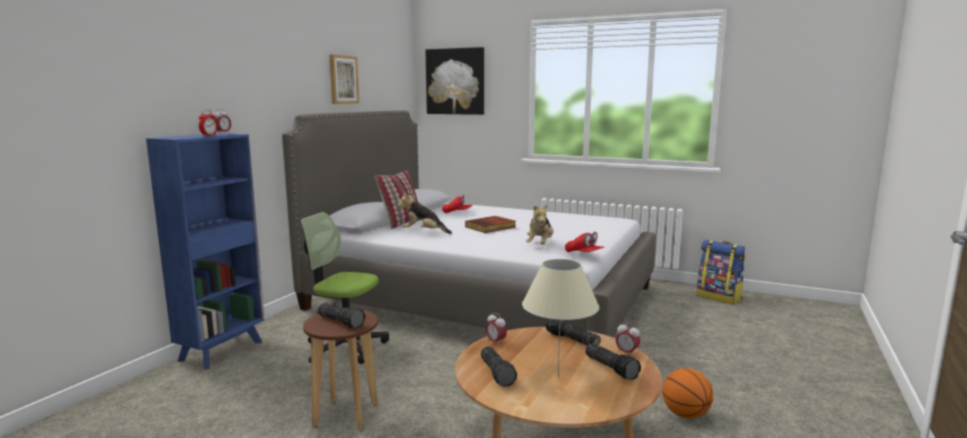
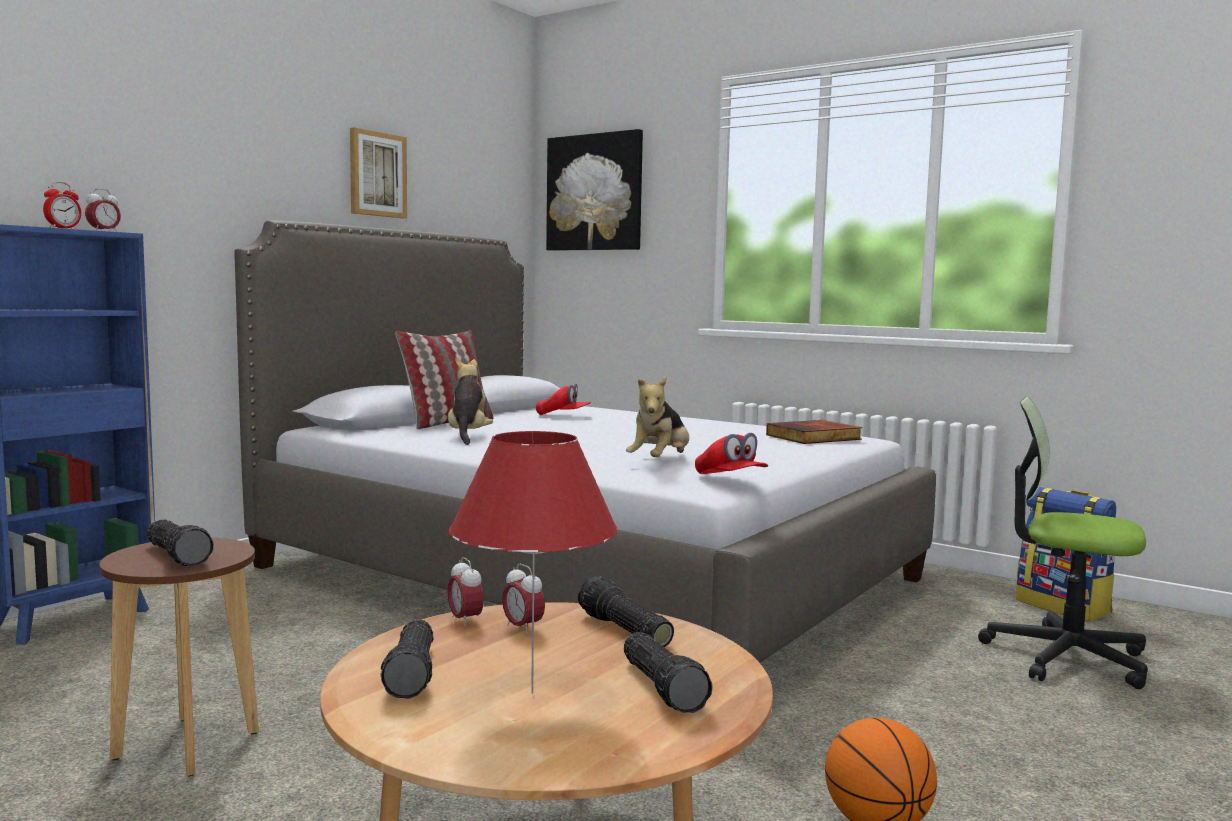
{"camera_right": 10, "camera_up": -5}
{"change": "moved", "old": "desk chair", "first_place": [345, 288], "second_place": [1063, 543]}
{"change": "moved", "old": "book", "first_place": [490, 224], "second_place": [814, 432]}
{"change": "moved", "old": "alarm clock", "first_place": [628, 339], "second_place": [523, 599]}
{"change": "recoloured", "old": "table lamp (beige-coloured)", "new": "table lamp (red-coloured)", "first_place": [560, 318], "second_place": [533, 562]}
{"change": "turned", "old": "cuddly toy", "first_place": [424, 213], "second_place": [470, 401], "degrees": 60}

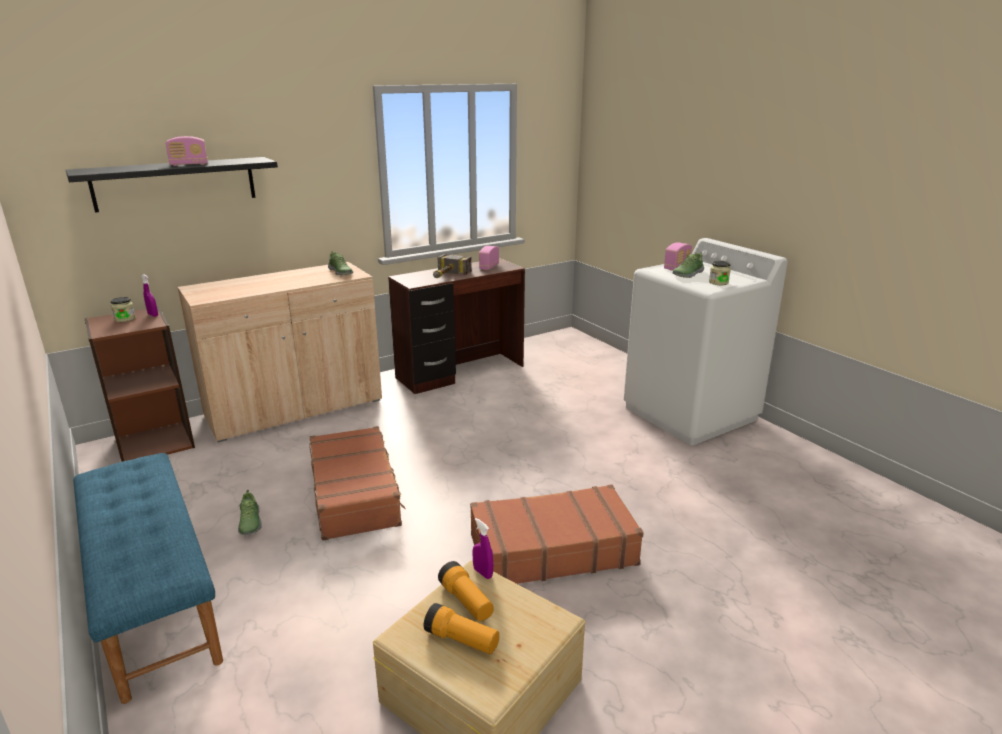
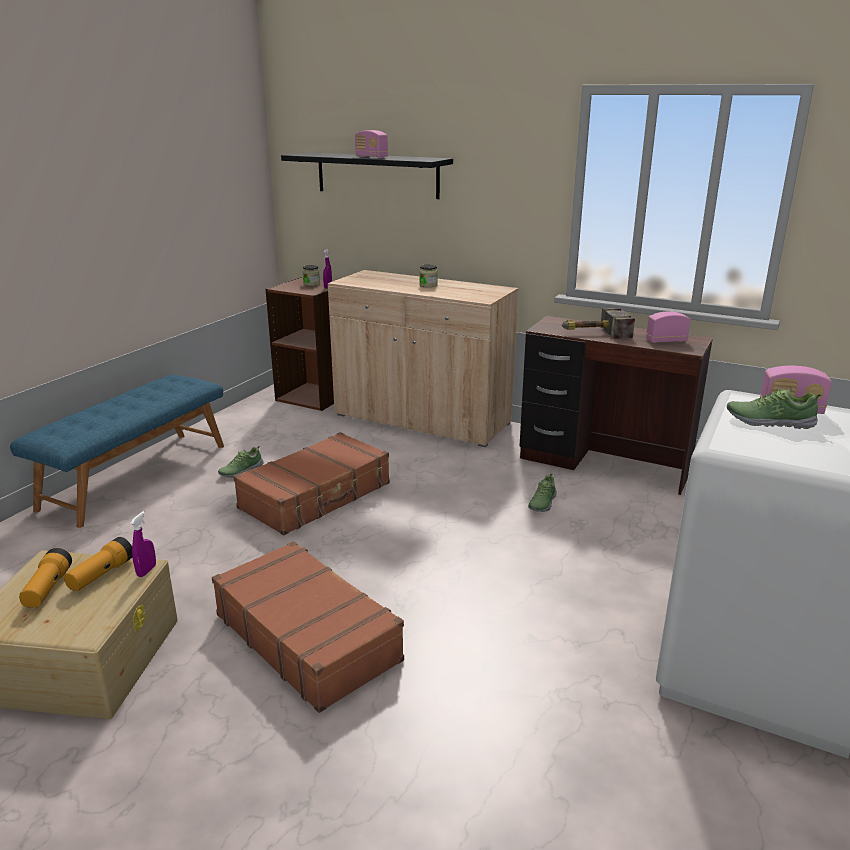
{"camera_right": 60, "camera_up": 0}
{"change": "moved", "old": "low shoe", "first_place": [340, 263], "second_place": [542, 493]}
{"change": "moved", "old": "jar", "first_place": [720, 273], "second_place": [428, 276]}

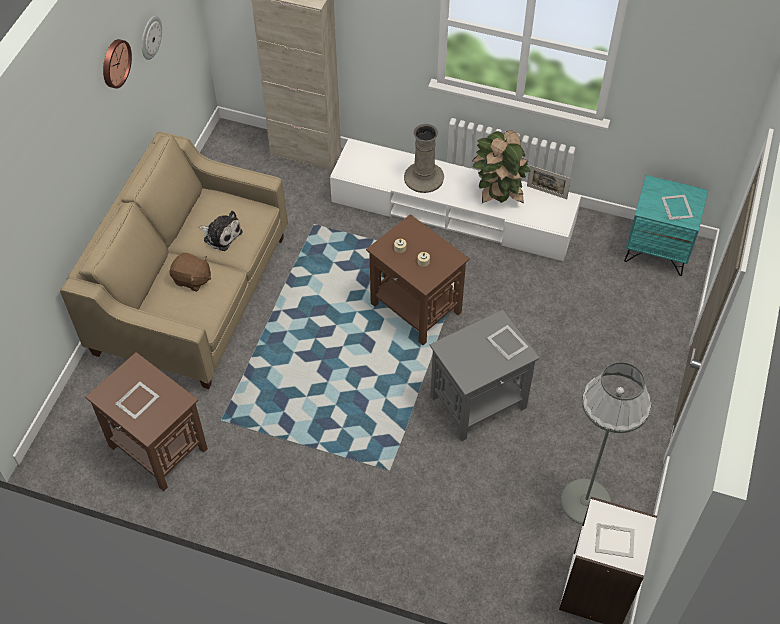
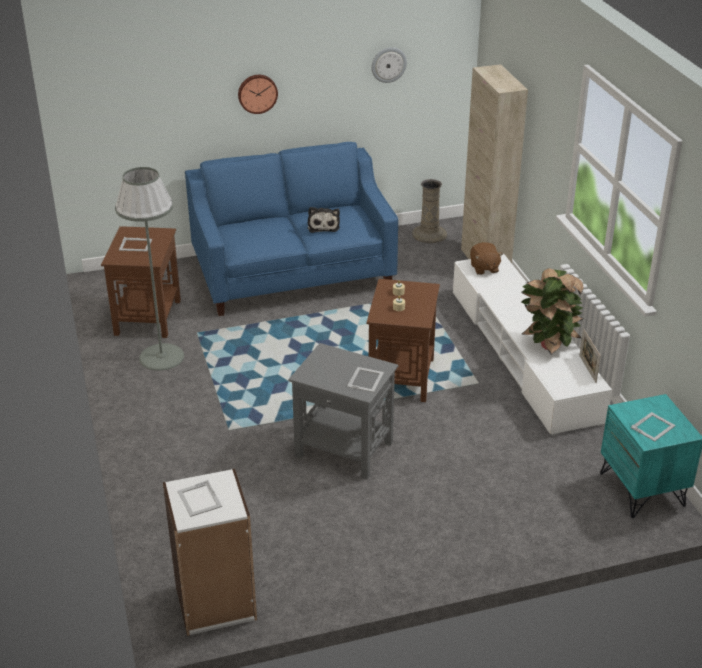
{"camera_right": 55, "camera_up": -20}
{"change": "moved", "old": "hanging clock", "first_place": [117, 64], "second_place": [258, 94]}
{"change": "moved", "old": "cuddly toy (brown-coloured)", "first_place": [190, 272], "second_place": [486, 258]}
{"change": "moved", "old": "decorative vase (beige-coloured)", "first_place": [424, 158], "second_place": [429, 211]}
{"change": "moved", "old": "floor lamp (greyish)", "first_place": [606, 443], "second_place": [149, 269]}
{"change": "recoloured", "old": "couch (beige-coloured)", "new": "couch (blue)", "first_place": [174, 260], "second_place": [291, 229]}

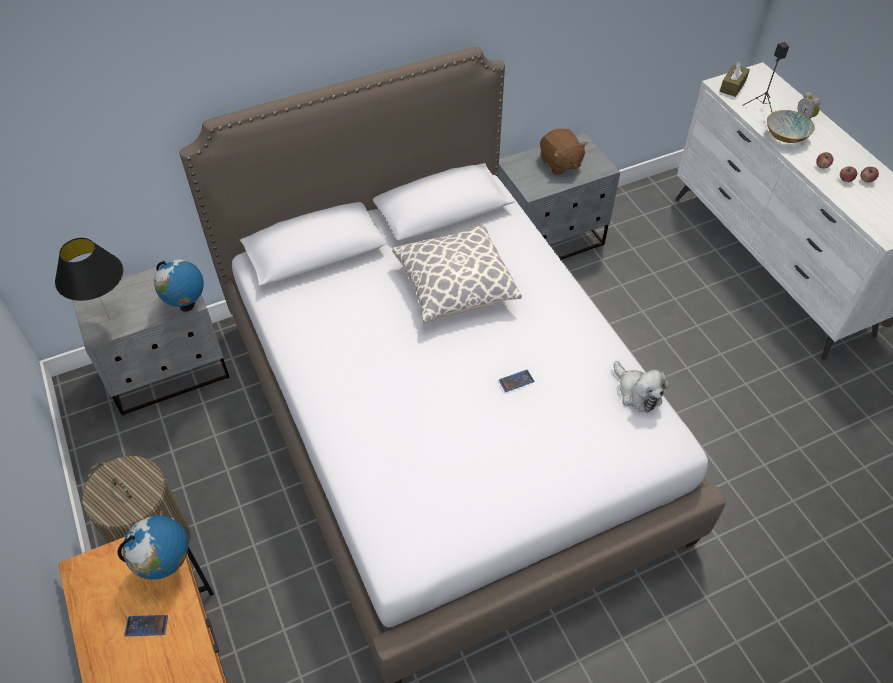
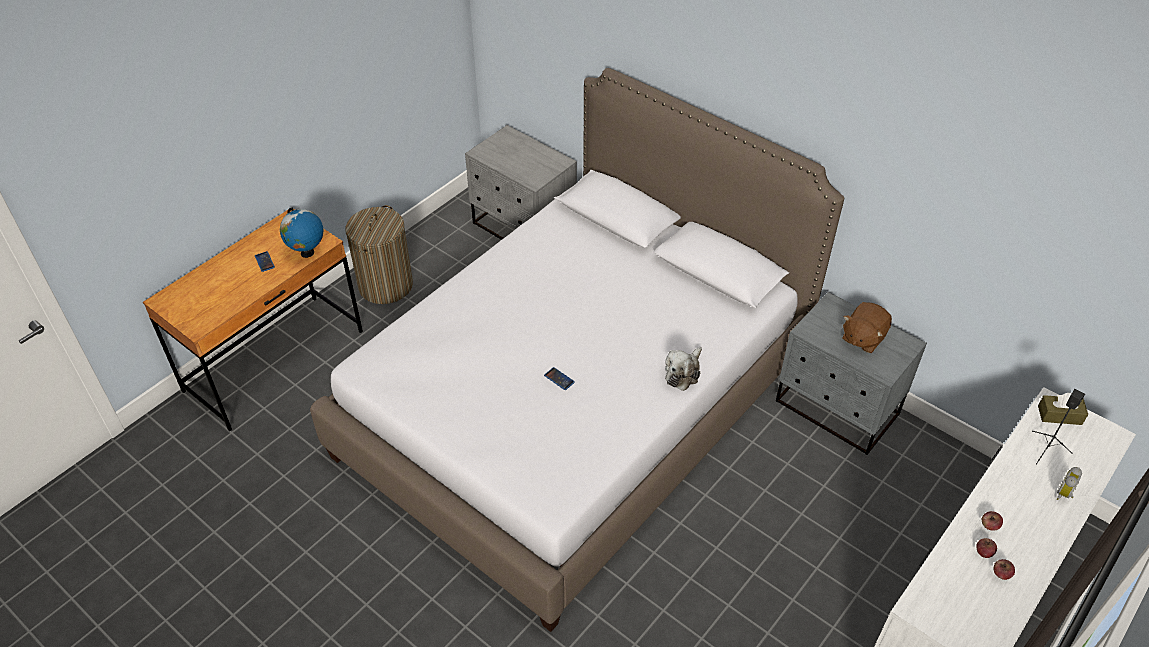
{"camera_right": 65, "camera_up": -5}
{"change": "removed", "old": "table lamp (blackish)", "first_place": [89, 279]}
{"change": "removed", "old": "globe", "first_place": [179, 285]}
{"change": "removed", "old": "cushion", "first_place": [457, 274]}
{"change": "removed", "old": "serving bowl", "first_place": [791, 126]}
{"change": "moved", "old": "cuddly toy", "first_place": [641, 387], "second_place": [683, 369]}

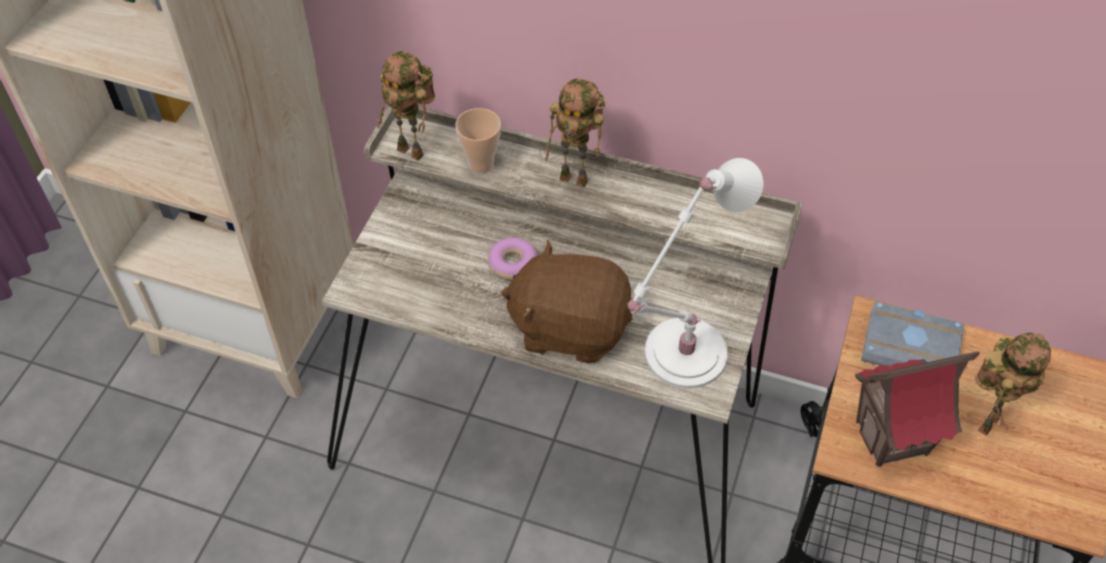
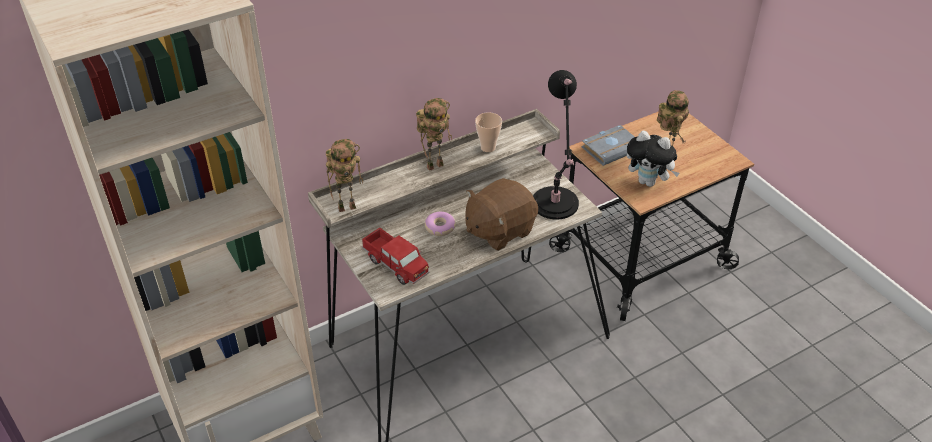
{"camera_right": -50, "camera_up": -10}
{"change": "added", "new": "model truck", "second_place": [395, 256]}
{"change": "moved", "old": "drinking cup", "first_place": [478, 140], "second_place": [488, 132]}
{"change": "replaced", "old": "model house", "new": "cuddly toy", "first_place": [917, 409], "second_place": [653, 159]}
{"change": "recoloured", "old": "table lamp (whitish)", "new": "table lamp (blackish)", "first_place": [695, 273], "second_place": [556, 145]}

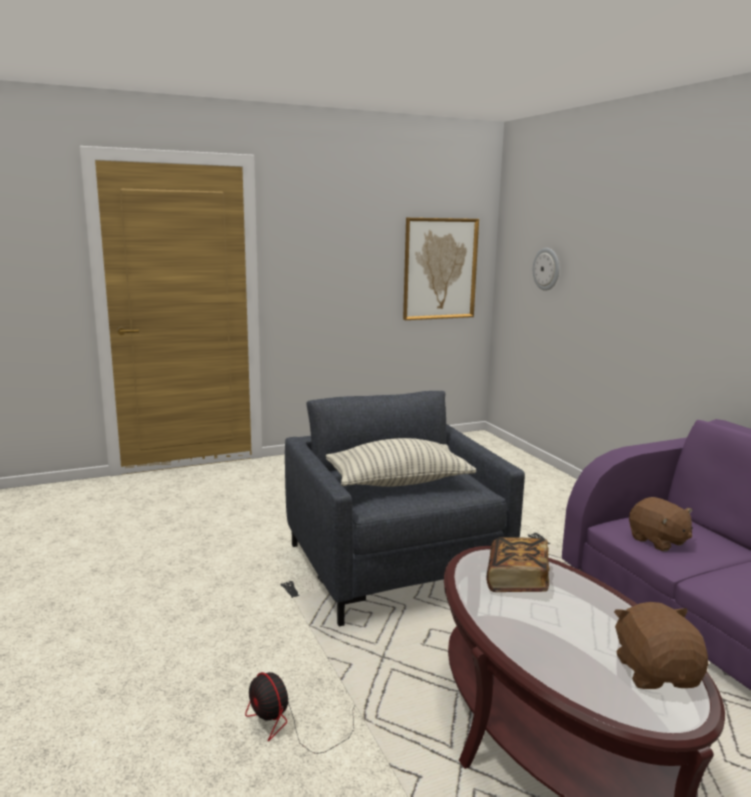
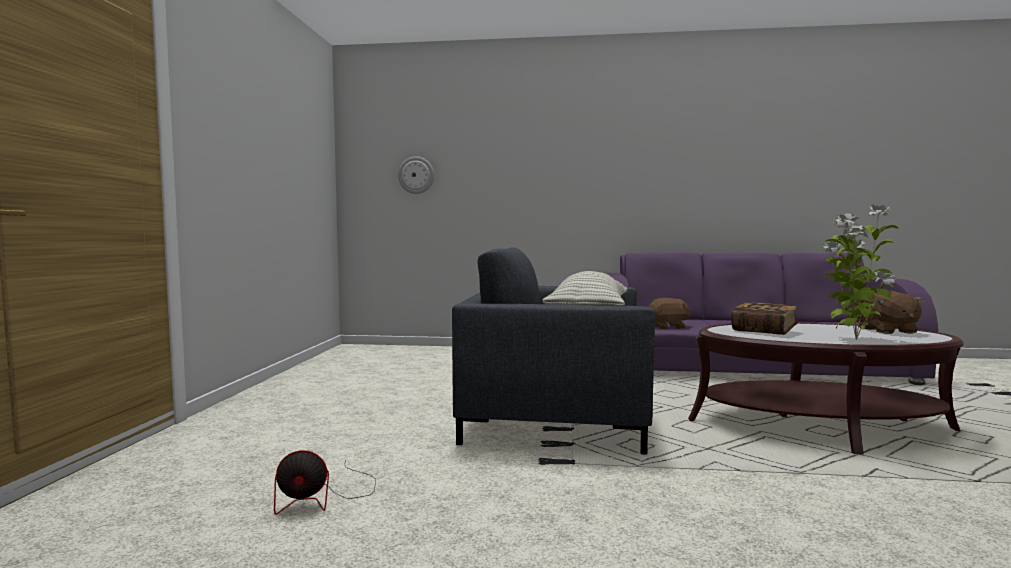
{"camera_right": -60, "camera_up": -10}
{"change": "removed", "old": "picture", "first_place": [441, 269]}
{"change": "added", "new": "houseplant", "second_place": [860, 272]}
{"change": "moved", "old": "cooling fan", "first_place": [300, 713], "second_place": [325, 482]}
{"change": "turned", "old": "cuddly toy (brown-coloured)", "first_place": [661, 645], "second_place": [890, 312], "degrees": -120}

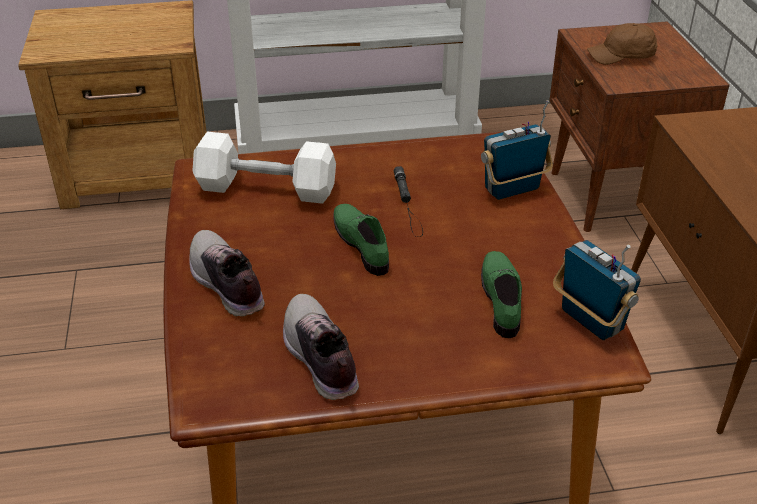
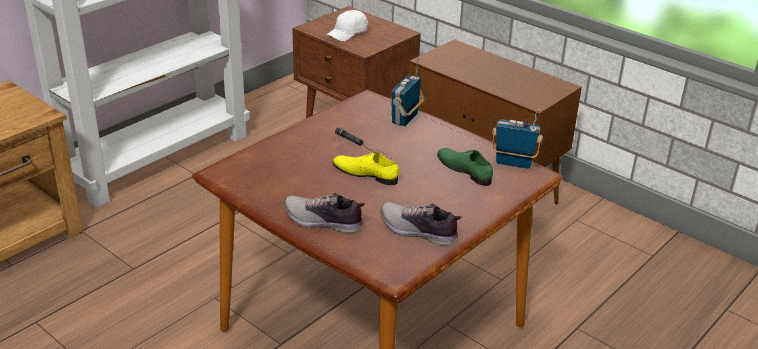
{"camera_right": -40, "camera_up": -5}
{"change": "removed", "old": "free weight (whitish)", "first_place": [264, 168]}
{"change": "recoloured", "old": "low shoe (greenish)", "new": "low shoe (yellow)", "first_place": [361, 240], "second_place": [365, 168]}
{"change": "recoloured", "old": "cap (brown-coloured)", "new": "cap (whitish)", "first_place": [622, 44], "second_place": [347, 26]}

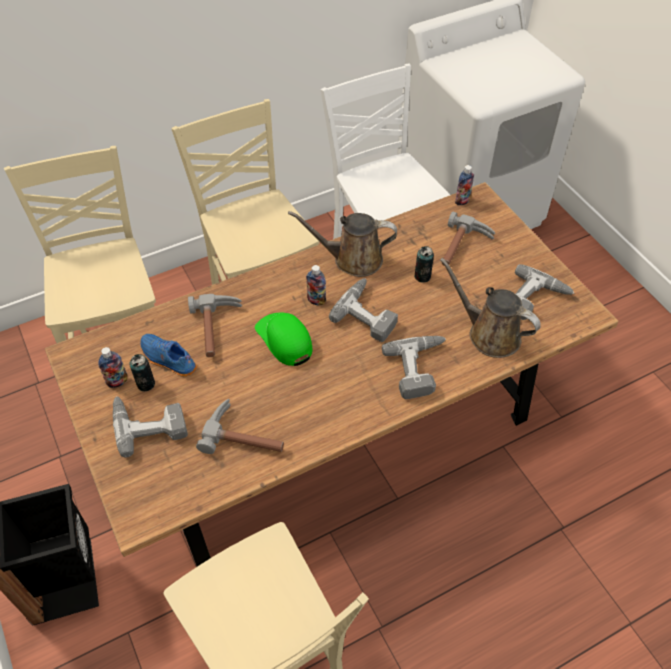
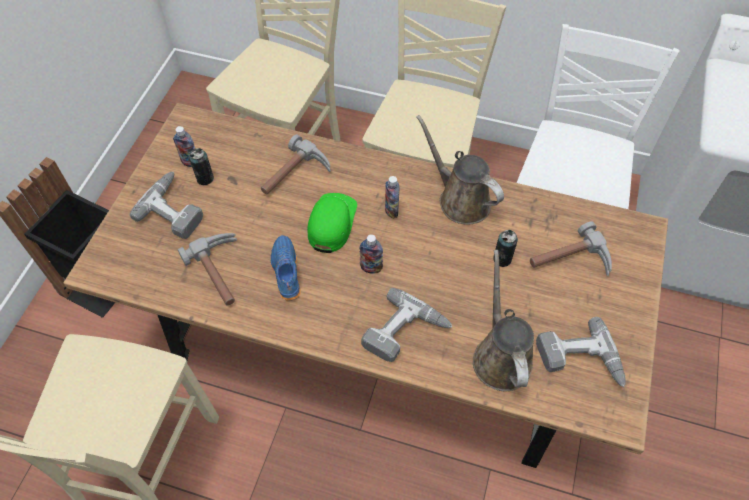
{"camera_right": 45, "camera_up": 5}
{"change": "removed", "old": "electric drill", "first_place": [363, 310]}
{"change": "moved", "old": "low shoe (blue)", "first_place": [168, 355], "second_place": [286, 268]}
{"change": "moved", "old": "bottle", "first_place": [464, 185], "second_place": [371, 254]}

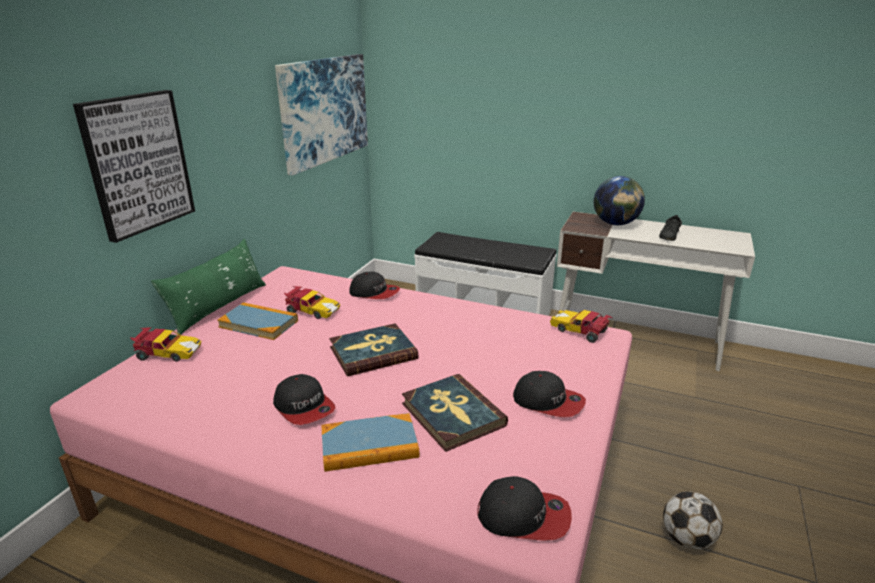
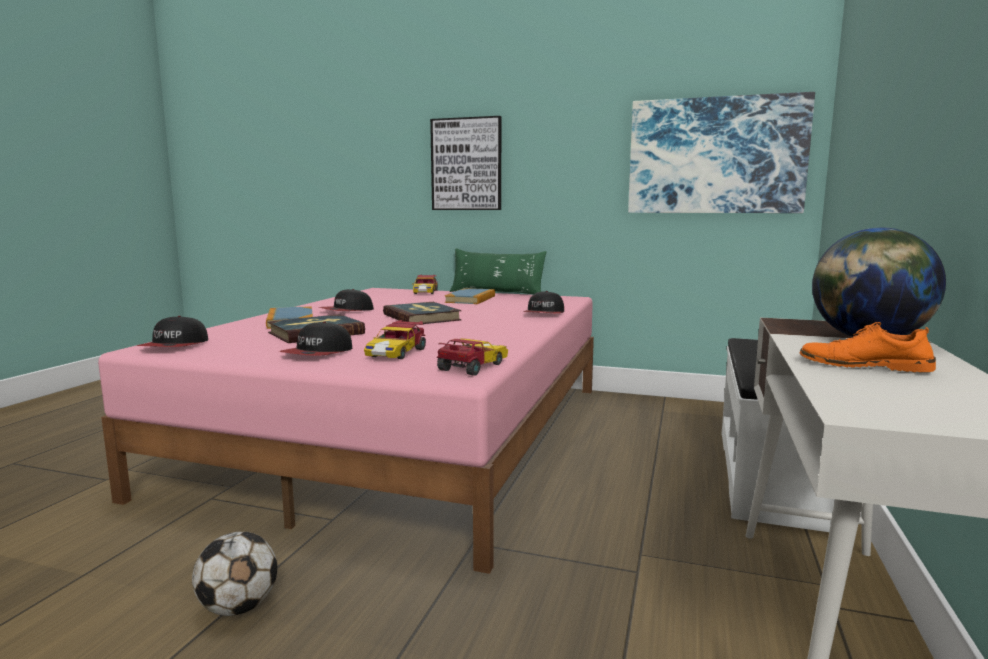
{"camera_right": 85, "camera_up": -15}
{"change": "moved", "old": "model car", "first_place": [312, 302], "second_place": [395, 339]}
{"change": "recoloured", "old": "low shoe (blackish)", "new": "low shoe (orange-coloured)", "first_place": [670, 228], "second_place": [868, 347]}

